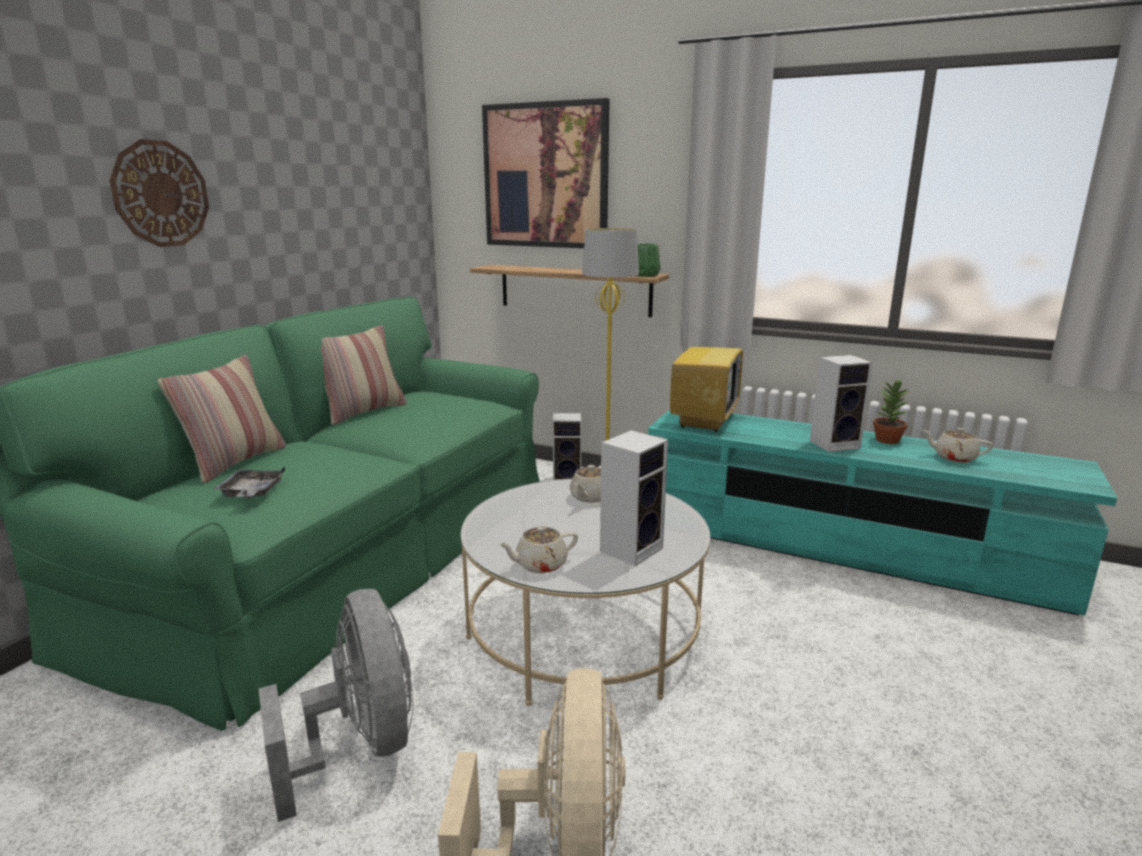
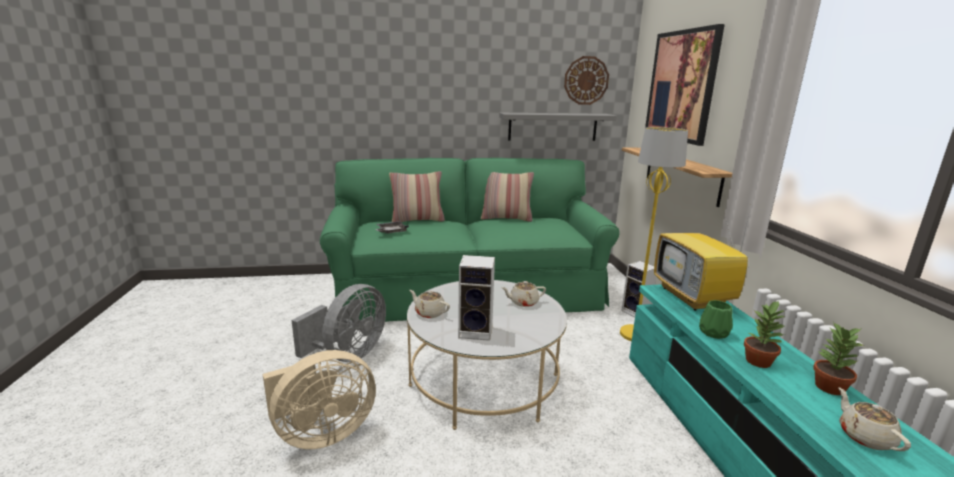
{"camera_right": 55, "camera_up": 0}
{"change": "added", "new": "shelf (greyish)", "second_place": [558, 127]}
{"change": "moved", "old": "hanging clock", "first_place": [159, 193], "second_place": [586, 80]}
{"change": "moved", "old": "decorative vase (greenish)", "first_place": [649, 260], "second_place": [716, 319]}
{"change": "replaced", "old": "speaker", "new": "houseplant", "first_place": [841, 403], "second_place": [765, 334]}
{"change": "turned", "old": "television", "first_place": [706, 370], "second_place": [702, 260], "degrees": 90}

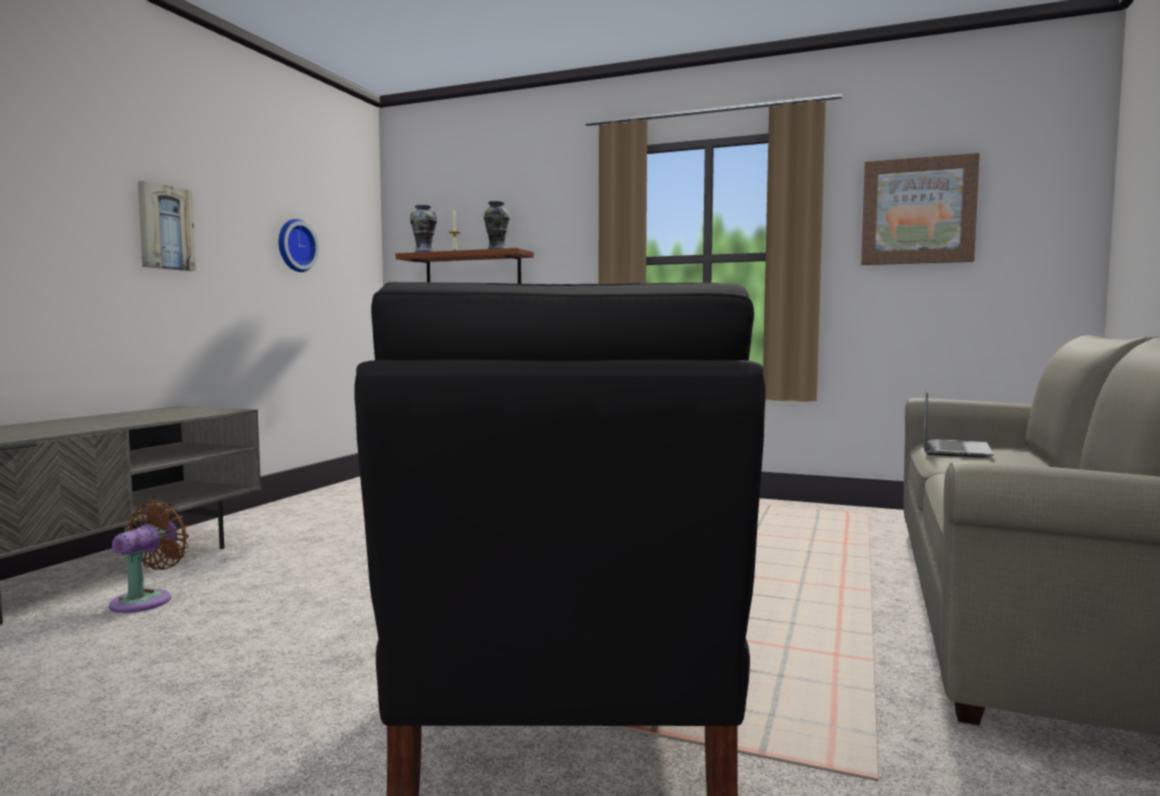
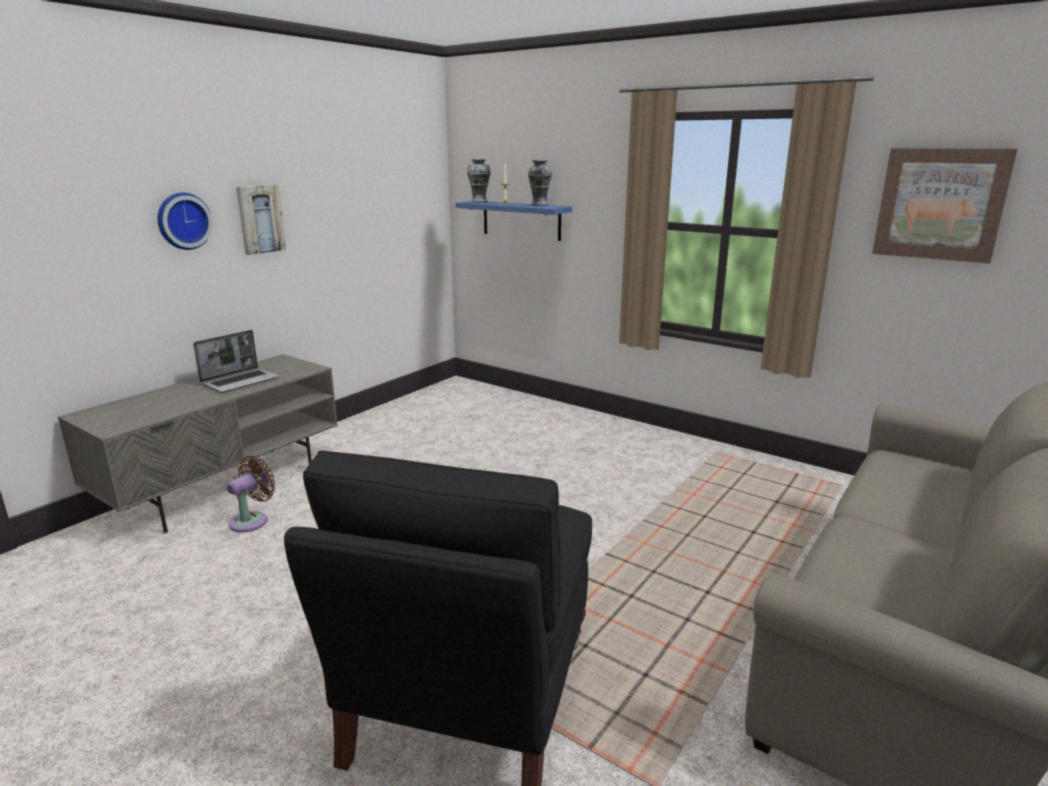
{"camera_right": 15, "camera_up": 15}
{"change": "moved", "old": "hanging clock", "first_place": [299, 245], "second_place": [185, 221]}
{"change": "moved", "old": "notebook computer", "first_place": [959, 422], "second_place": [236, 361]}
{"change": "recoloured", "old": "shelf (brown-coloured)", "new": "shelf (blue)", "first_place": [465, 266], "second_place": [513, 221]}

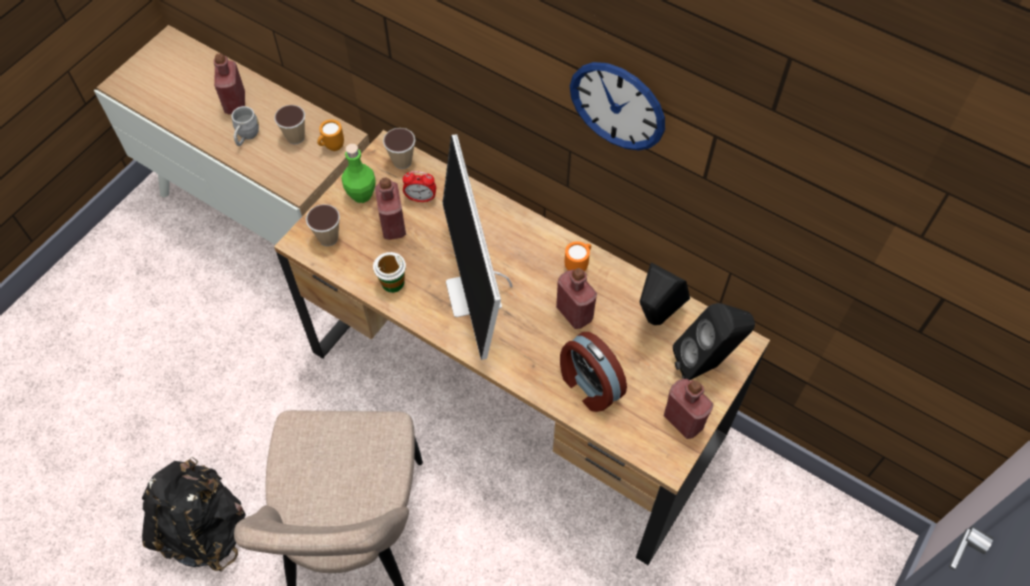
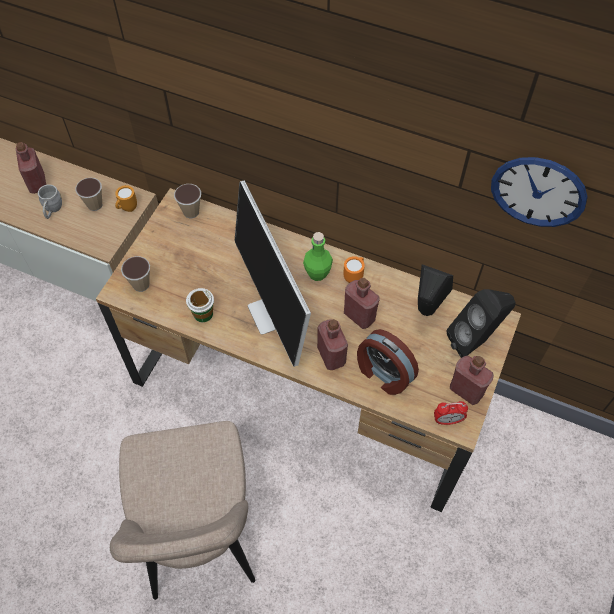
{"camera_right": -10, "camera_up": 0}
{"change": "removed", "old": "knapsack (blackish)", "first_place": [194, 514]}
{"change": "moved", "old": "bottle (greenish)", "first_place": [359, 173], "second_place": [318, 256]}
{"change": "moved", "old": "bottle (red-coloured)", "first_place": [390, 208], "second_place": [332, 344]}
{"change": "moved", "old": "alarm clock", "first_place": [419, 186], "second_place": [451, 413]}
{"change": "moved", "old": "hanging clock", "first_place": [617, 106], "second_place": [539, 192]}

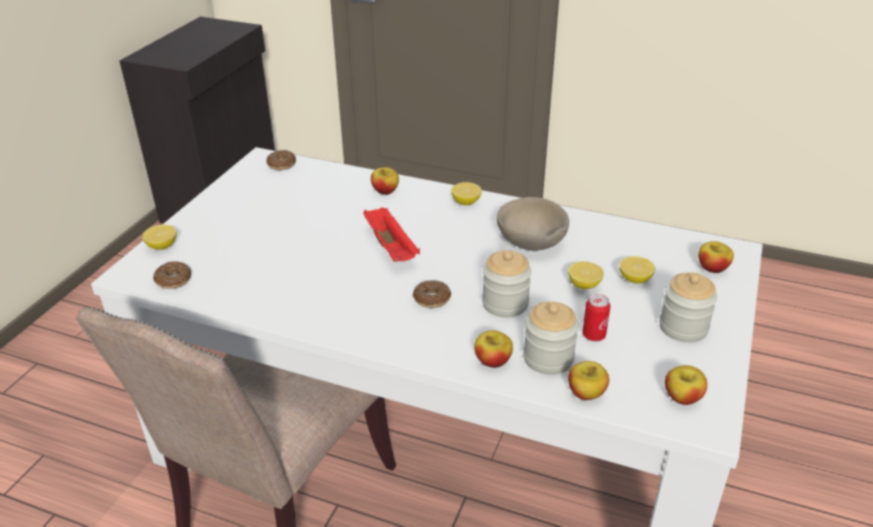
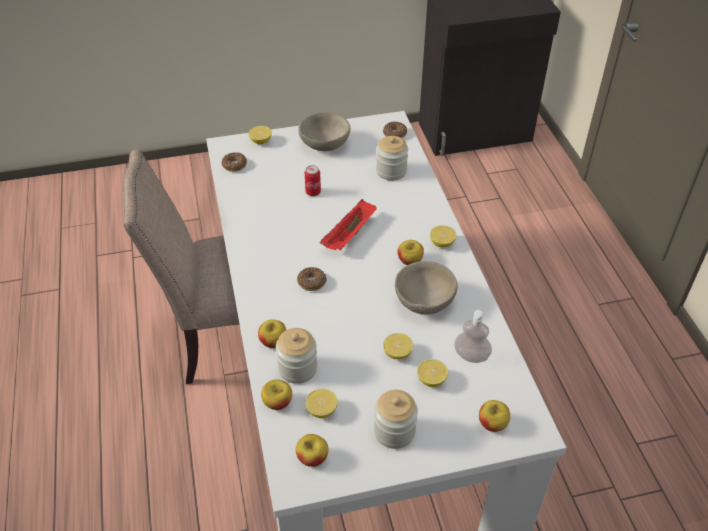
{"camera_right": 55, "camera_up": 10}
{"change": "added", "new": "serving bowl (beige-coloured)", "second_place": [324, 131]}
{"change": "added", "new": "lemon", "second_place": [322, 403]}
{"change": "added", "new": "soap bottle", "second_place": [473, 336]}
{"change": "moved", "old": "apple fruit", "first_place": [385, 181], "second_place": [410, 252]}
{"change": "moved", "old": "jar", "first_place": [506, 284], "second_place": [392, 158]}
{"change": "moved", "old": "sealed can", "first_place": [596, 317], "second_place": [313, 180]}

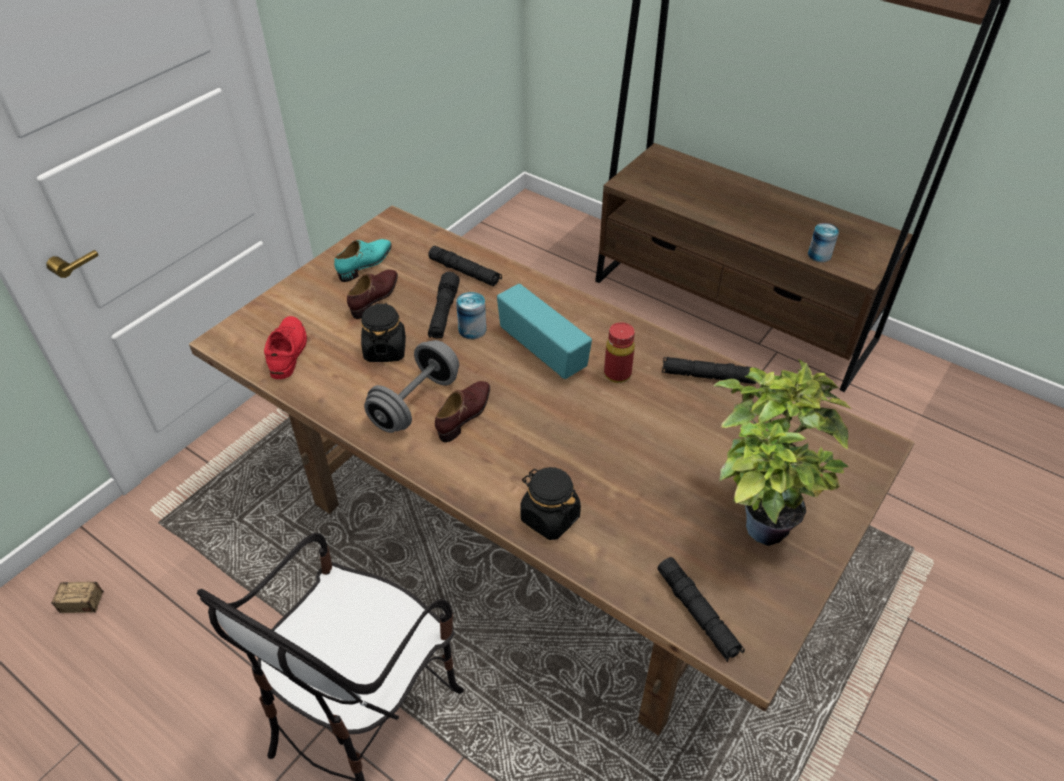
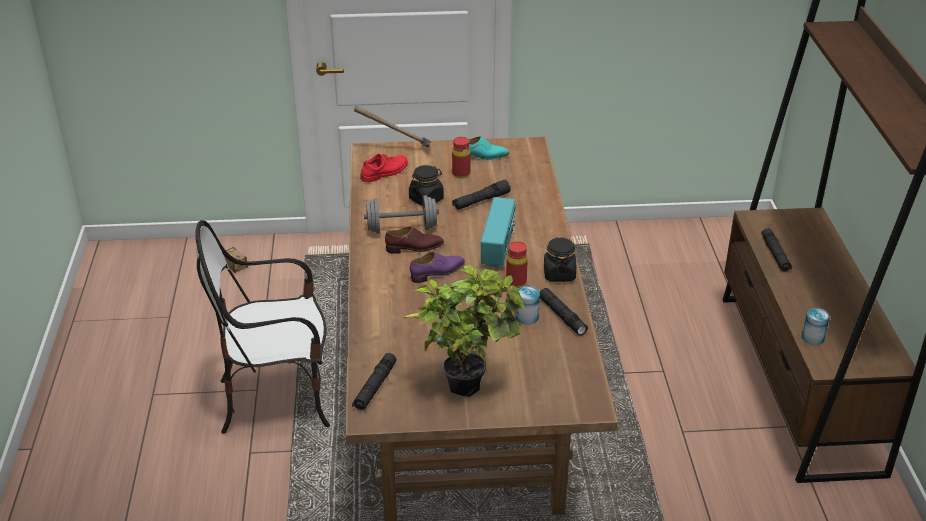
{"camera_right": 50, "camera_up": -10}
{"change": "added", "new": "hand hammer", "second_place": [392, 126]}
{"change": "added", "new": "low shoe (purple)", "second_place": [437, 267]}
{"change": "moved", "old": "hand torch (blackish)", "first_place": [465, 266], "second_place": [776, 249]}
{"change": "moved", "old": "sealed can", "first_place": [471, 315], "second_place": [528, 305]}
{"change": "moved", "old": "jar (blackish)", "first_place": [550, 503], "second_place": [560, 259]}
{"change": "replaced", "old": "low shoe (brown-coloured)", "new": "bottle (red-coloured)", "first_place": [372, 294], "second_place": [461, 158]}

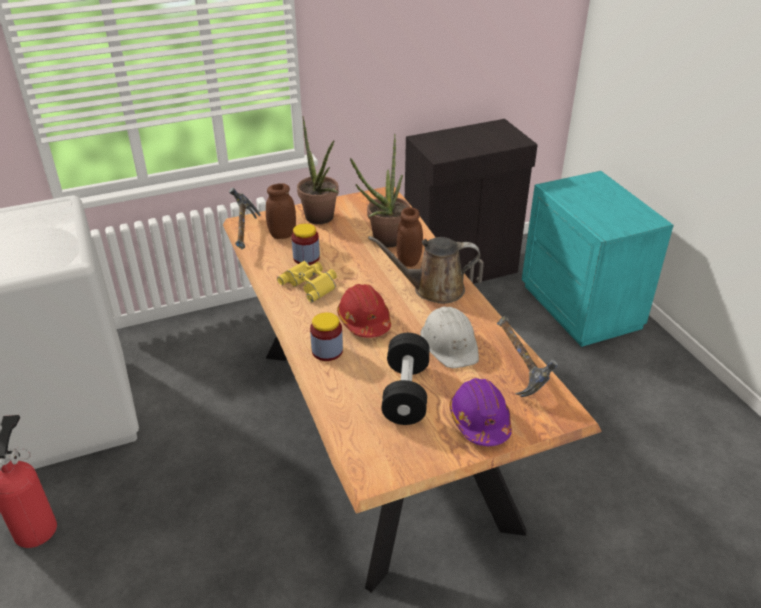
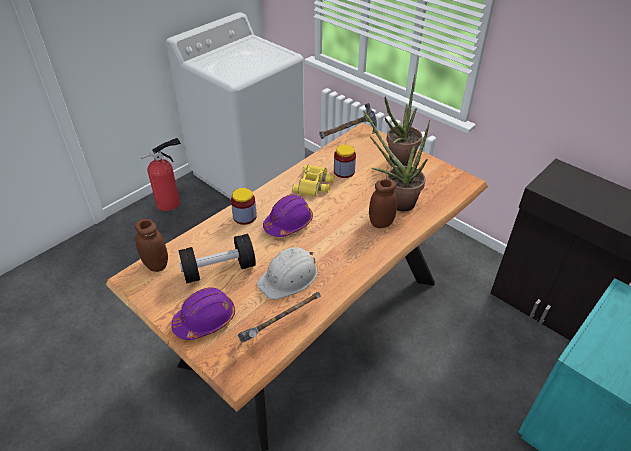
{"camera_right": 65, "camera_up": 5}
{"change": "removed", "old": "watering pot (brown-coloured)", "first_place": [424, 270]}
{"change": "moved", "old": "jar (brown-coloured)", "first_place": [281, 211], "second_place": [151, 245]}
{"change": "recoloured", "old": "safety helmet (red-coloured)", "new": "safety helmet (purple)", "first_place": [364, 311], "second_place": [288, 216]}

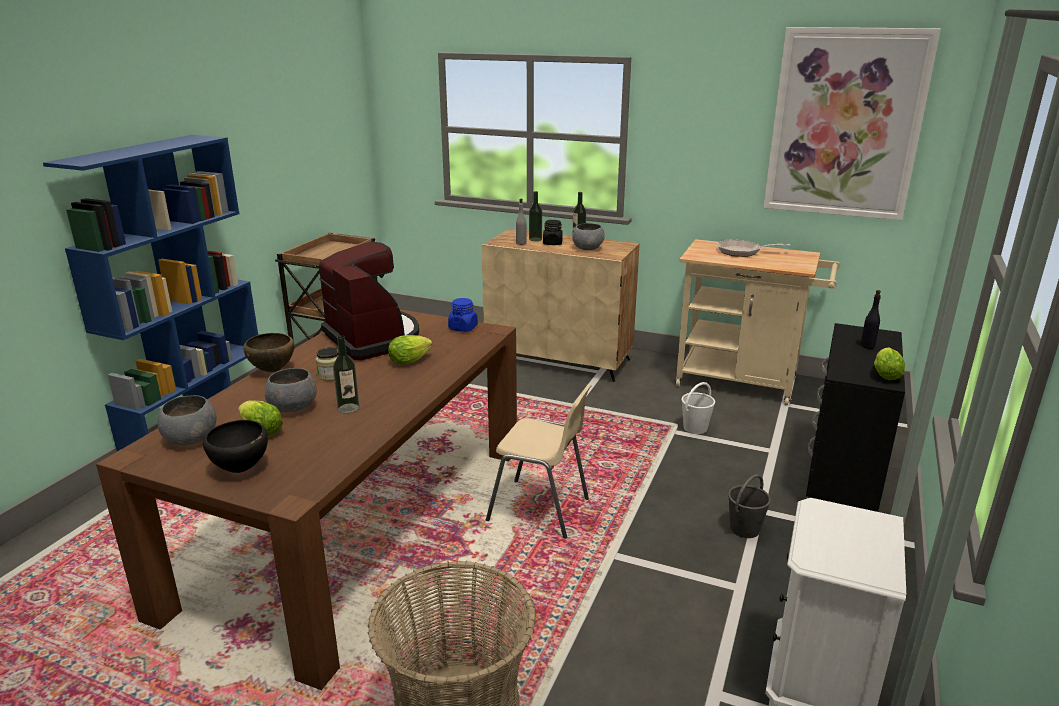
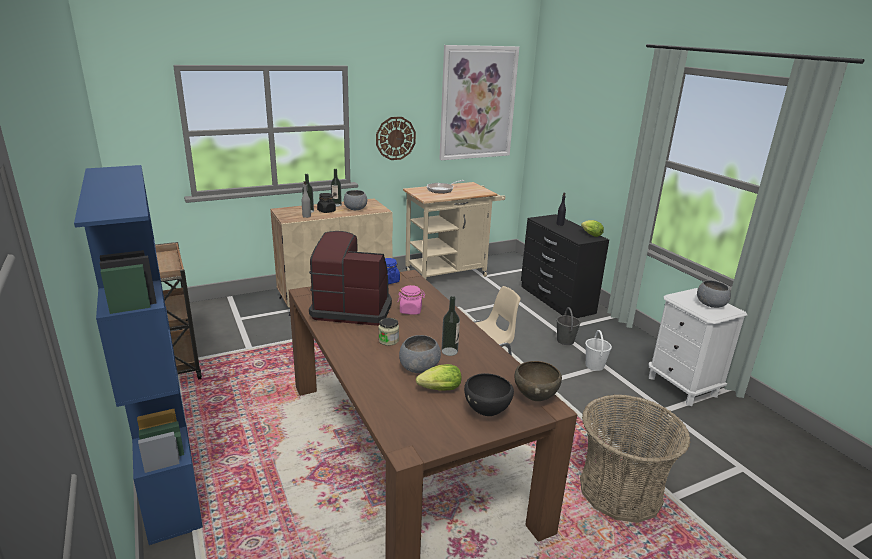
{"camera_right": -50, "camera_up": 0}
{"change": "added", "new": "hanging clock", "second_place": [396, 138]}
{"change": "moved", "old": "serving bowl (greyish)", "first_place": [187, 420], "second_place": [714, 294]}
{"change": "moved", "old": "serving bowl (brown-coloured)", "first_place": [268, 353], "second_place": [538, 381]}
{"change": "moved", "old": "water bucket (whitish)", "first_place": [698, 408], "second_place": [598, 350]}
{"change": "replaced", "old": "head of lettuce", "new": "jar (pinkish)", "first_place": [410, 350], "second_place": [411, 300]}

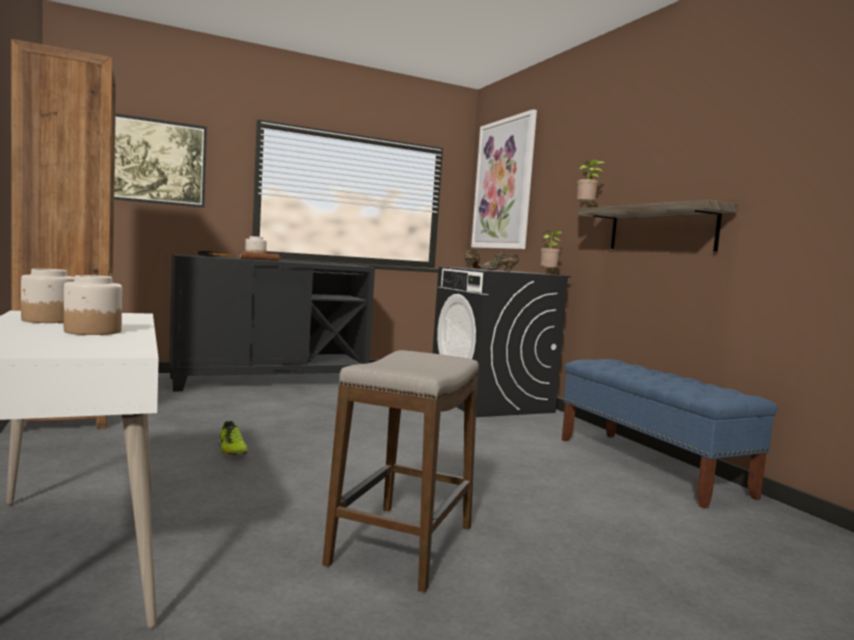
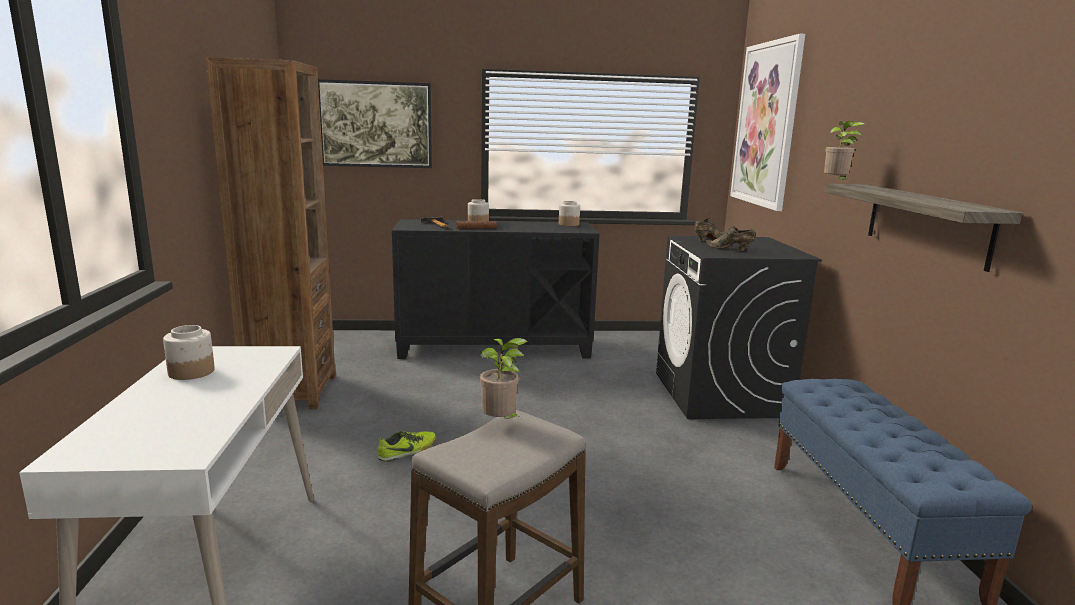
{"camera_right": 20, "camera_up": 10}
{"change": "moved", "old": "jar", "first_place": [93, 305], "second_place": [569, 213]}
{"change": "moved", "old": "houseplant", "first_place": [551, 252], "second_place": [504, 378]}
{"change": "turned", "old": "low shoe", "first_place": [233, 438], "second_place": [407, 446], "degrees": -120}

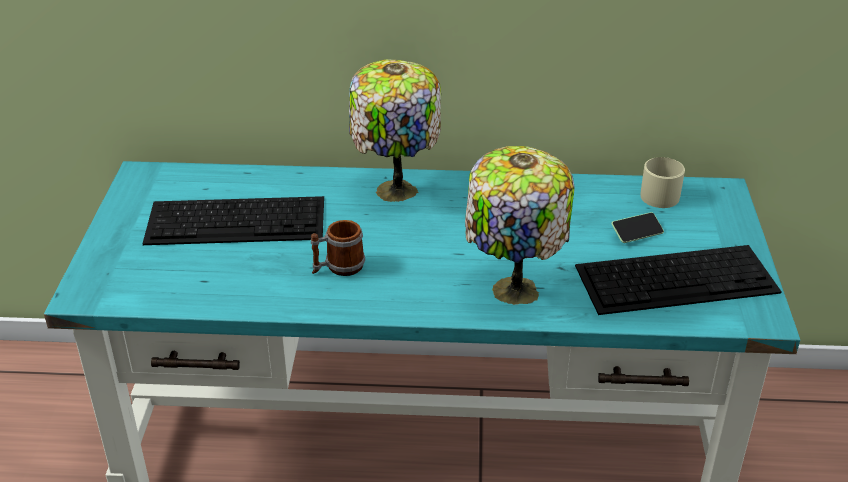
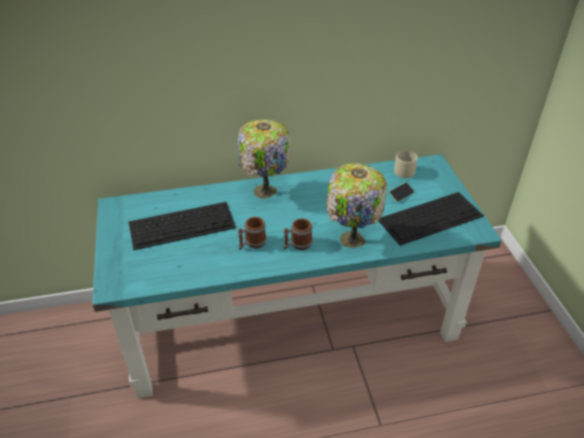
{"camera_right": -15, "camera_up": 5}
{"change": "added", "new": "mug", "second_place": [298, 234]}

